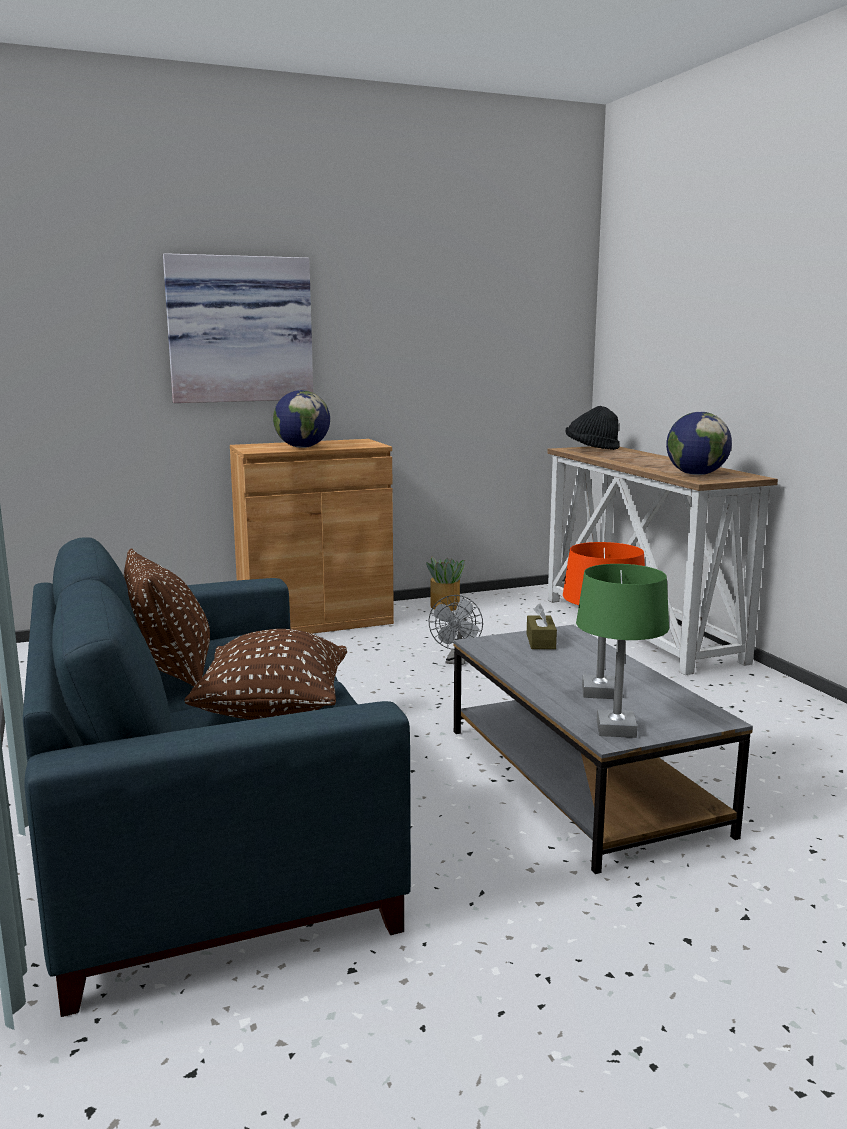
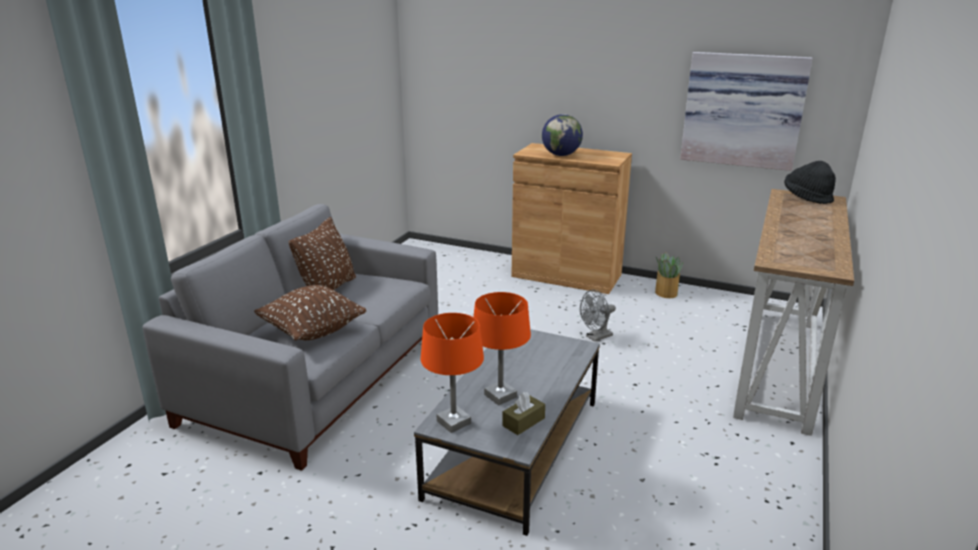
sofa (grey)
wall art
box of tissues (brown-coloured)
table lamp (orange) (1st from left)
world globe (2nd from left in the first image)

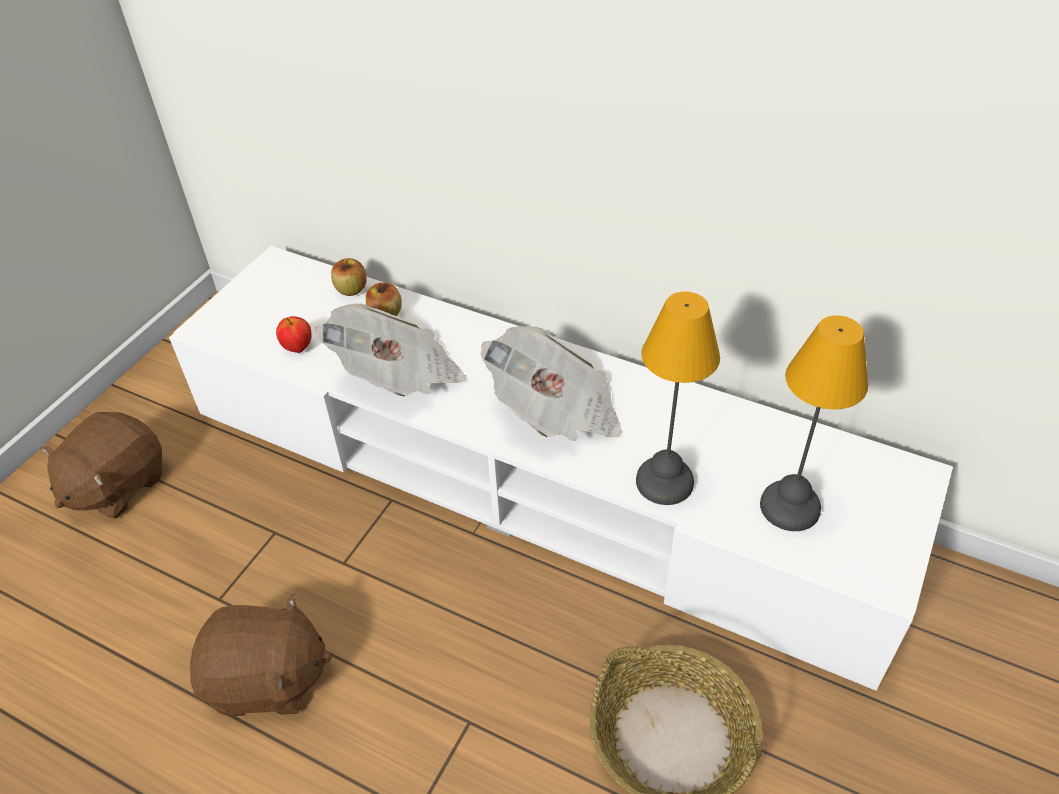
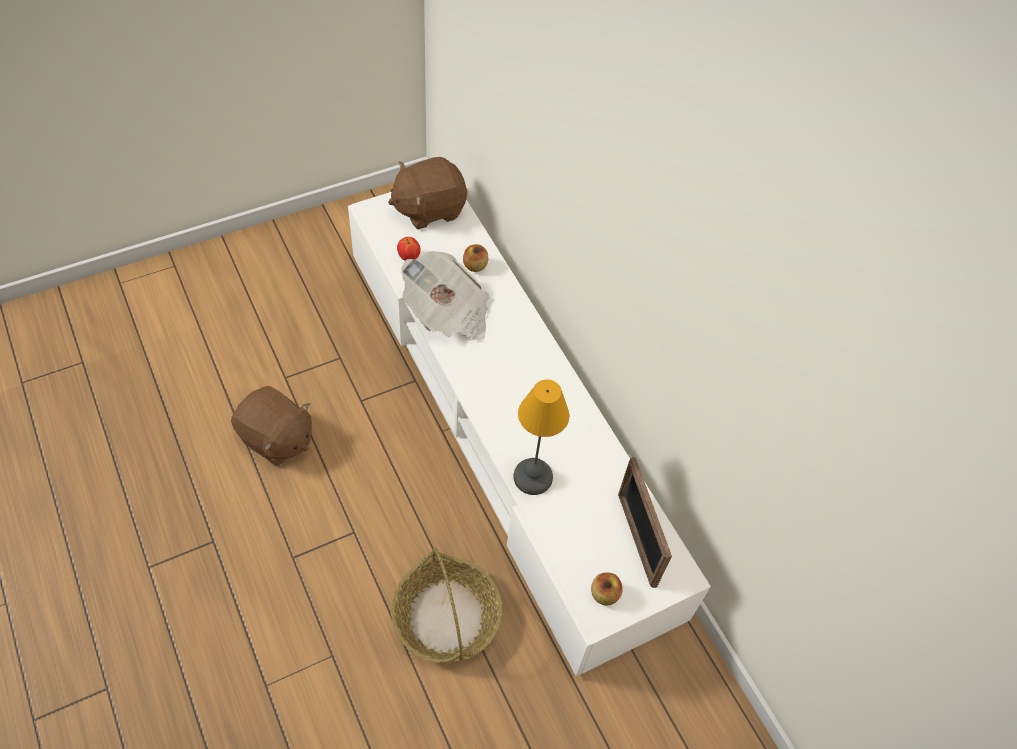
soft toy (brown-coloured) (2nd from left)
apple fruit (3rd from left)
newspaper (2nd from left in the first image)
table lamp (2nd from left in the first image)
picture frame

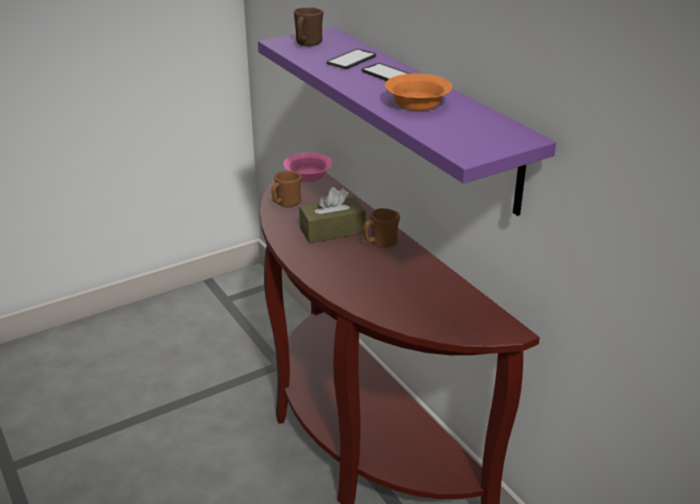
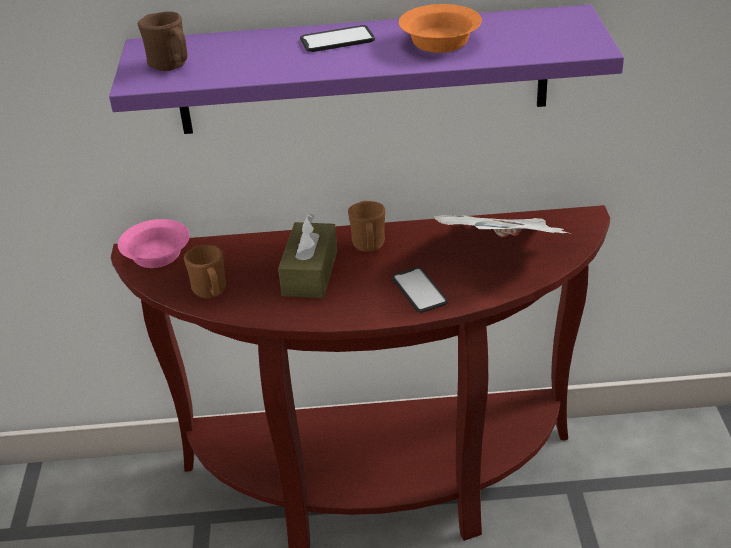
telephone (2nd from left)
newspaper

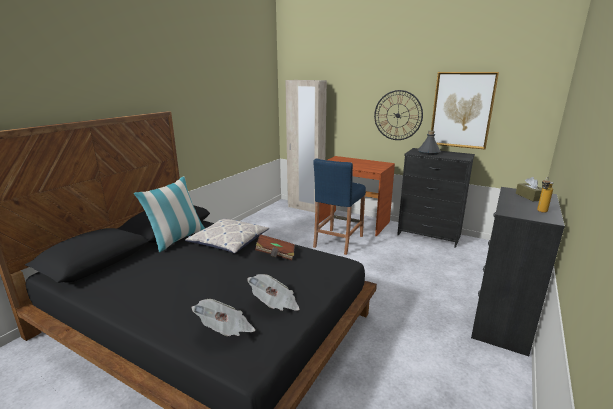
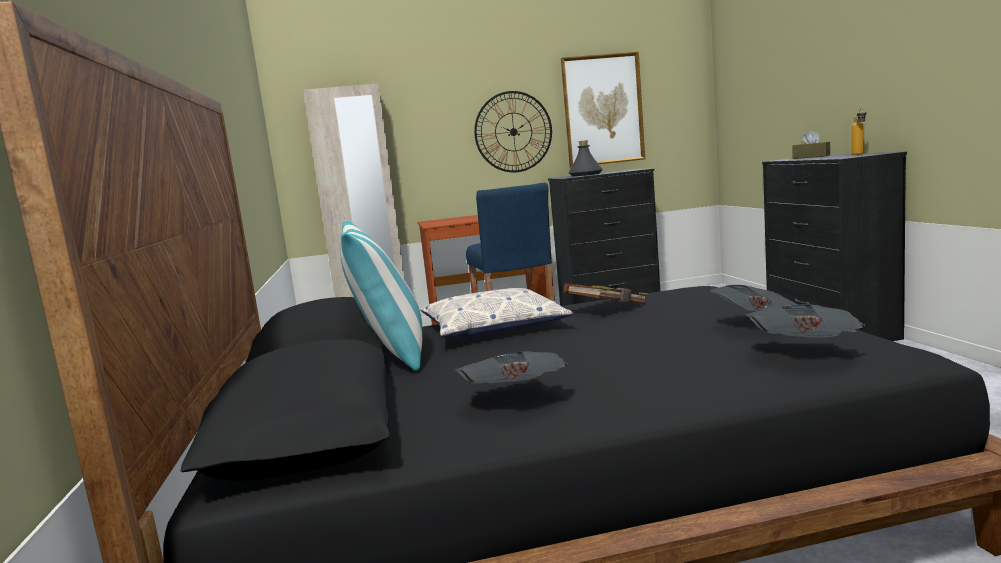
newspaper (1st from left)

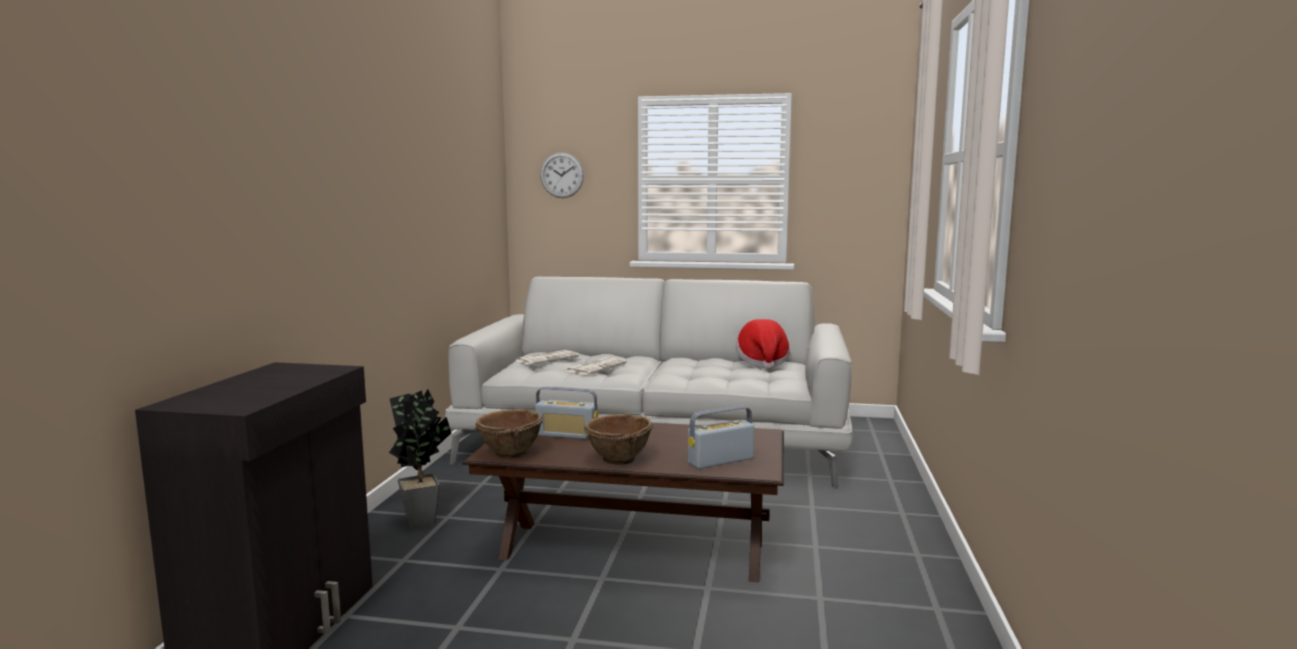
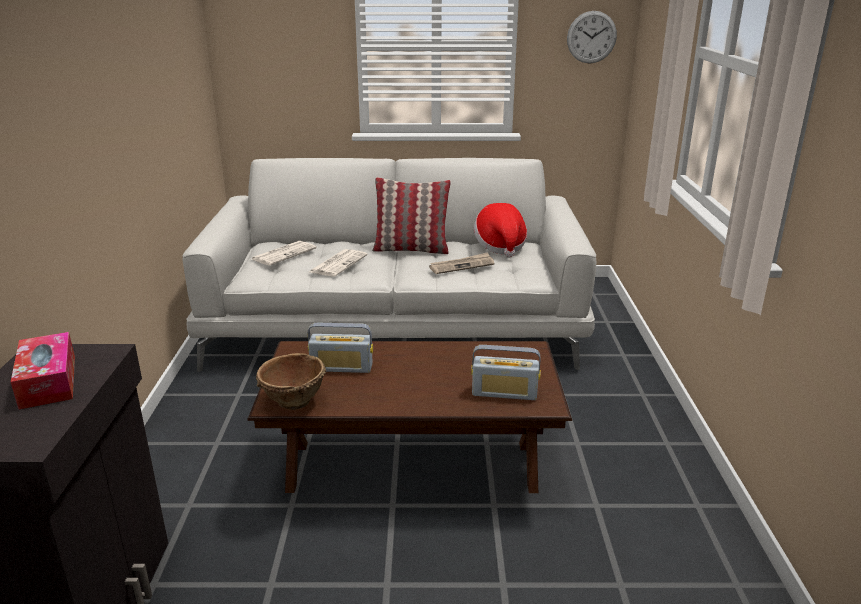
houseplant
hanging clock
deep dish (brown-coloured) (2nd from left in the first image)
radio (2nd from left)
box of tissues
throw pillow
newspaper (3rd from left)

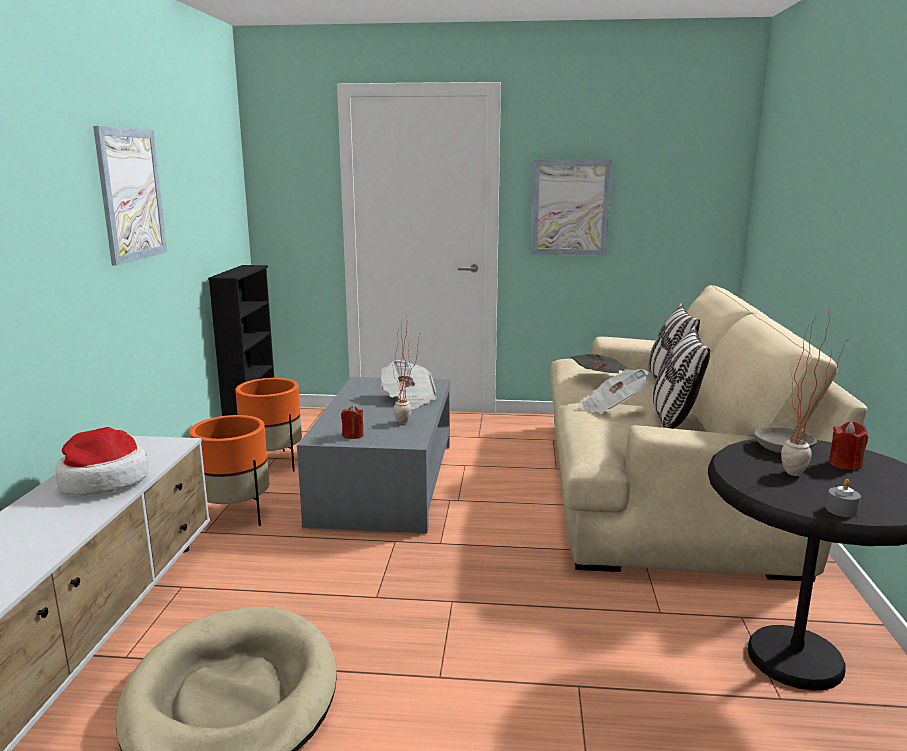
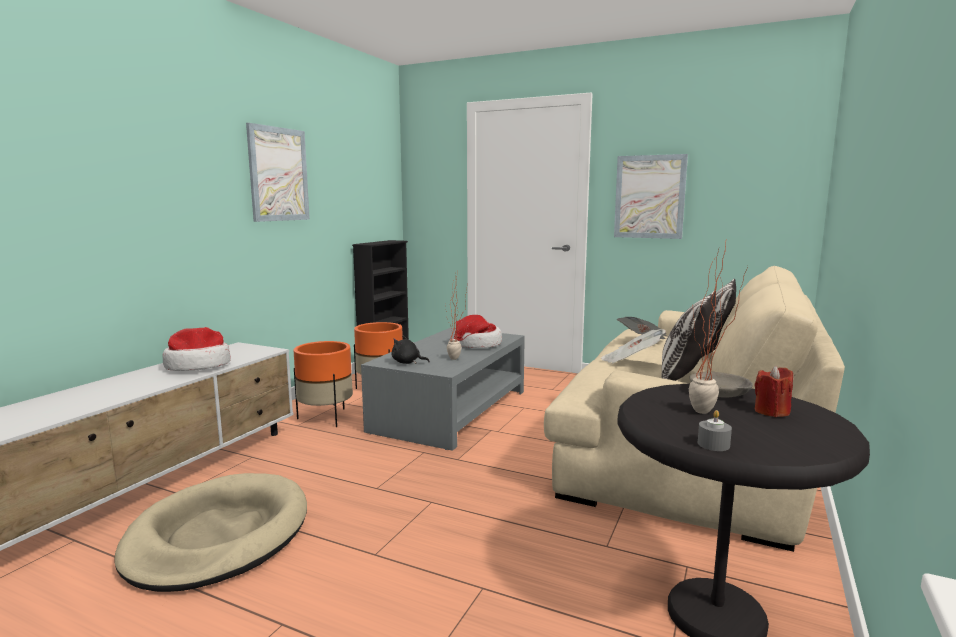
soft toy (black)
wearable hat (2nd from left)

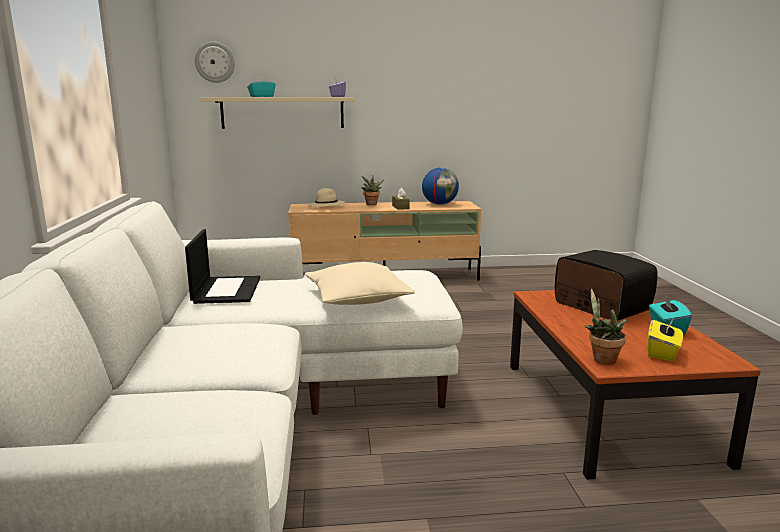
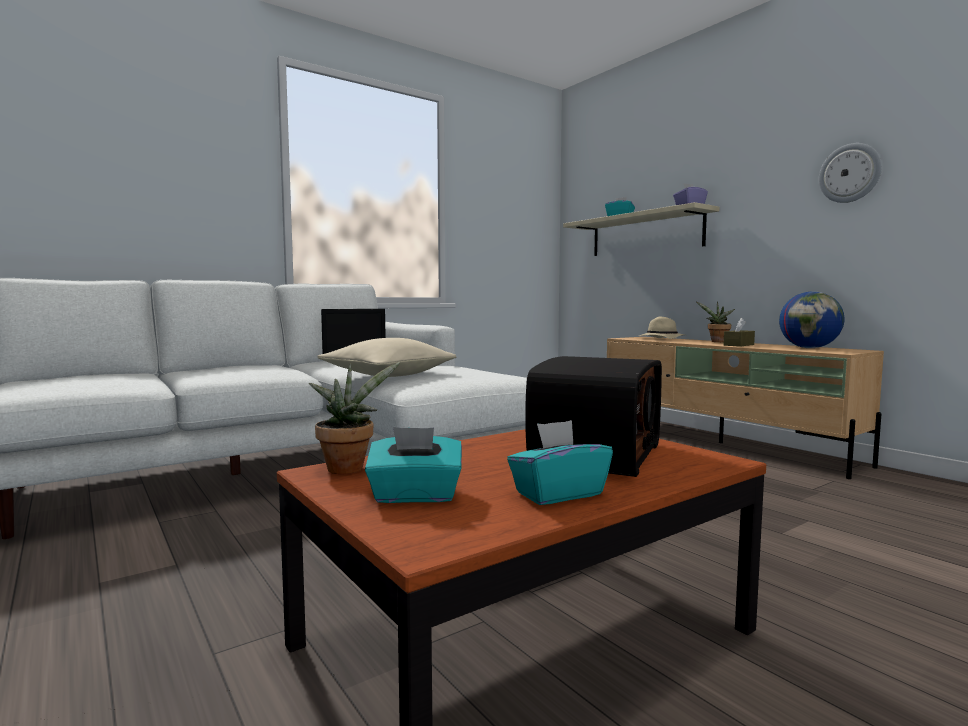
hanging clock
box of tissues (turquoise) (1st from left)

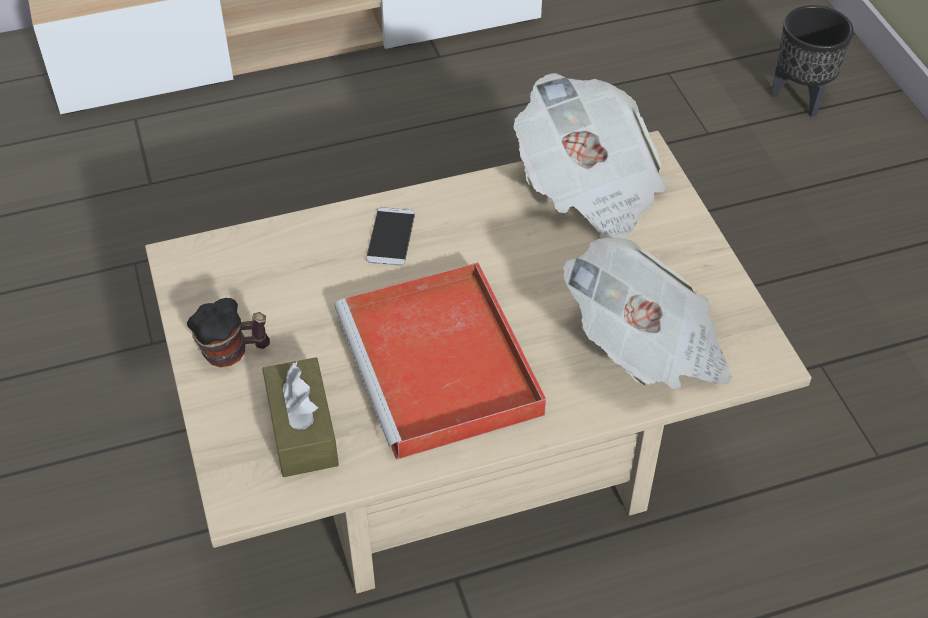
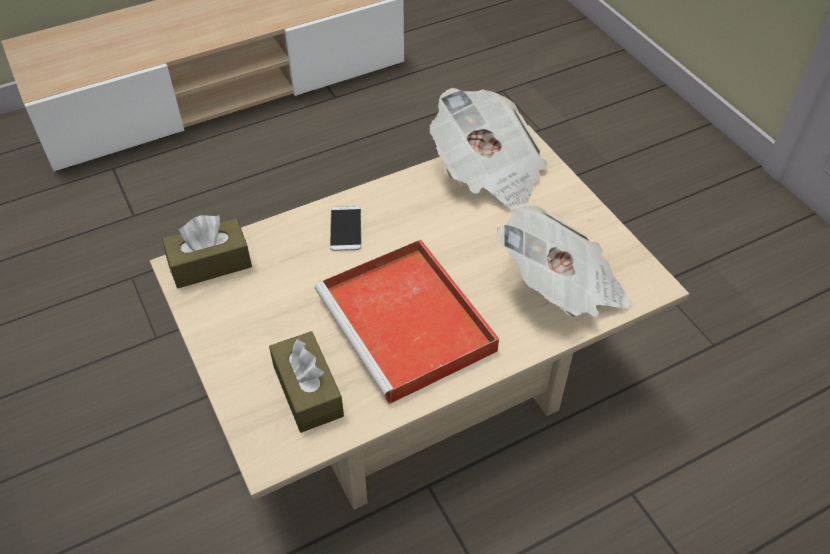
coffee mug
flower pot (black)
box of tissues (brown-coloured) (1st from left)

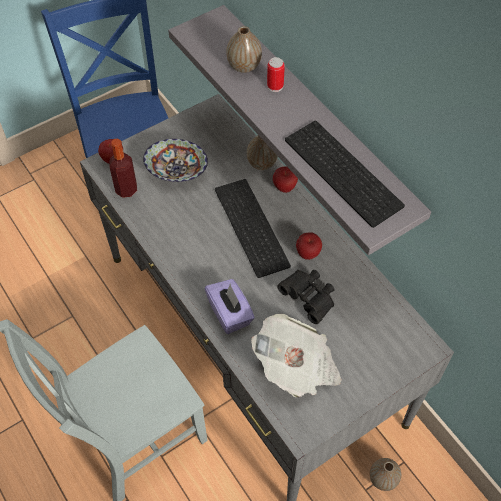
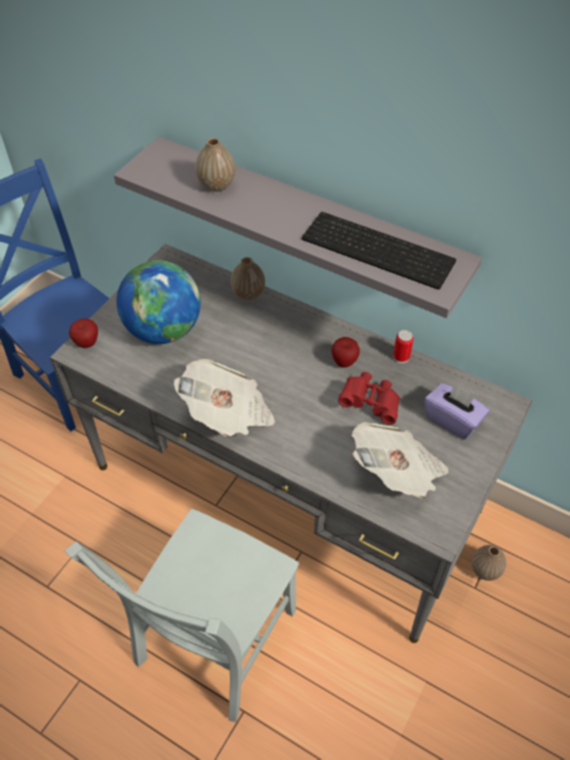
drink bottle
world globe
box of tissues (purple)
PC keyboard (1st from left in the first image)
can
apple fruit (2nd from left in the first image)
field glasses (reddish)
newspaper (1st from left)

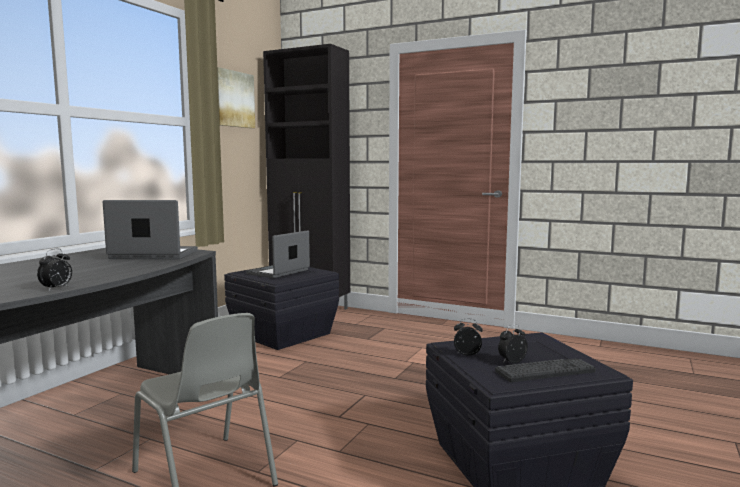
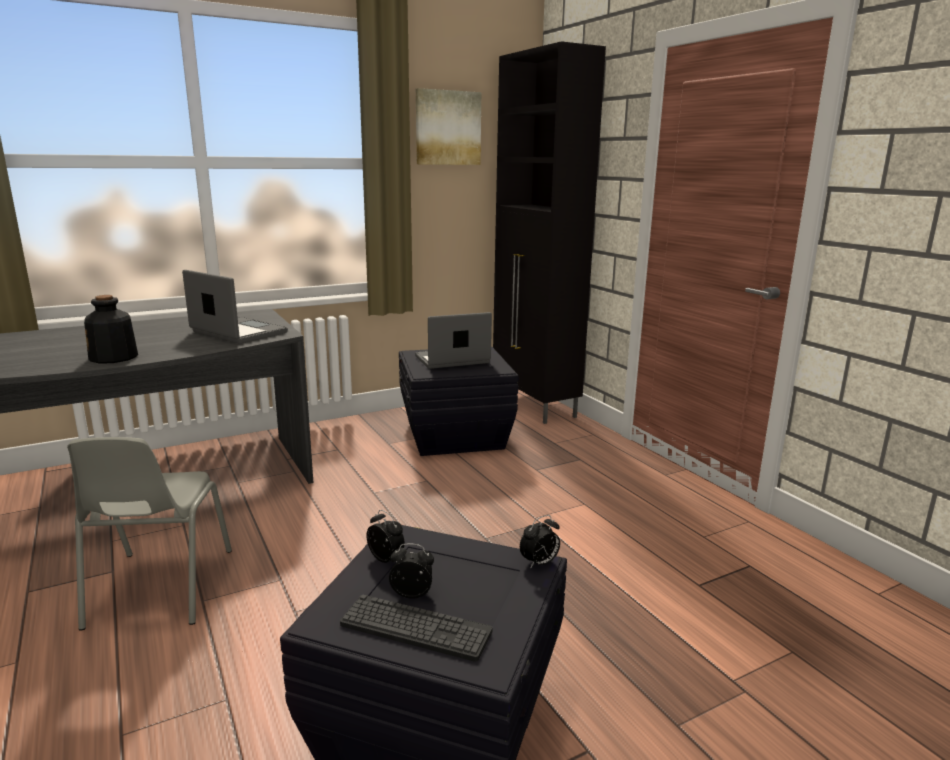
table clock (3rd from left)
drink bottle

